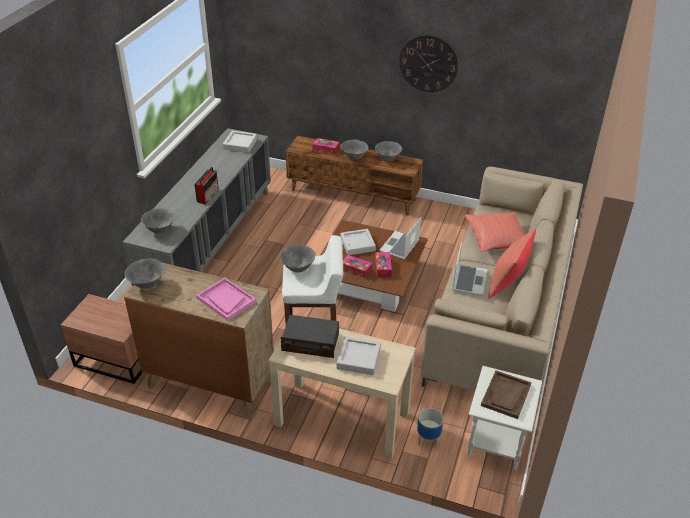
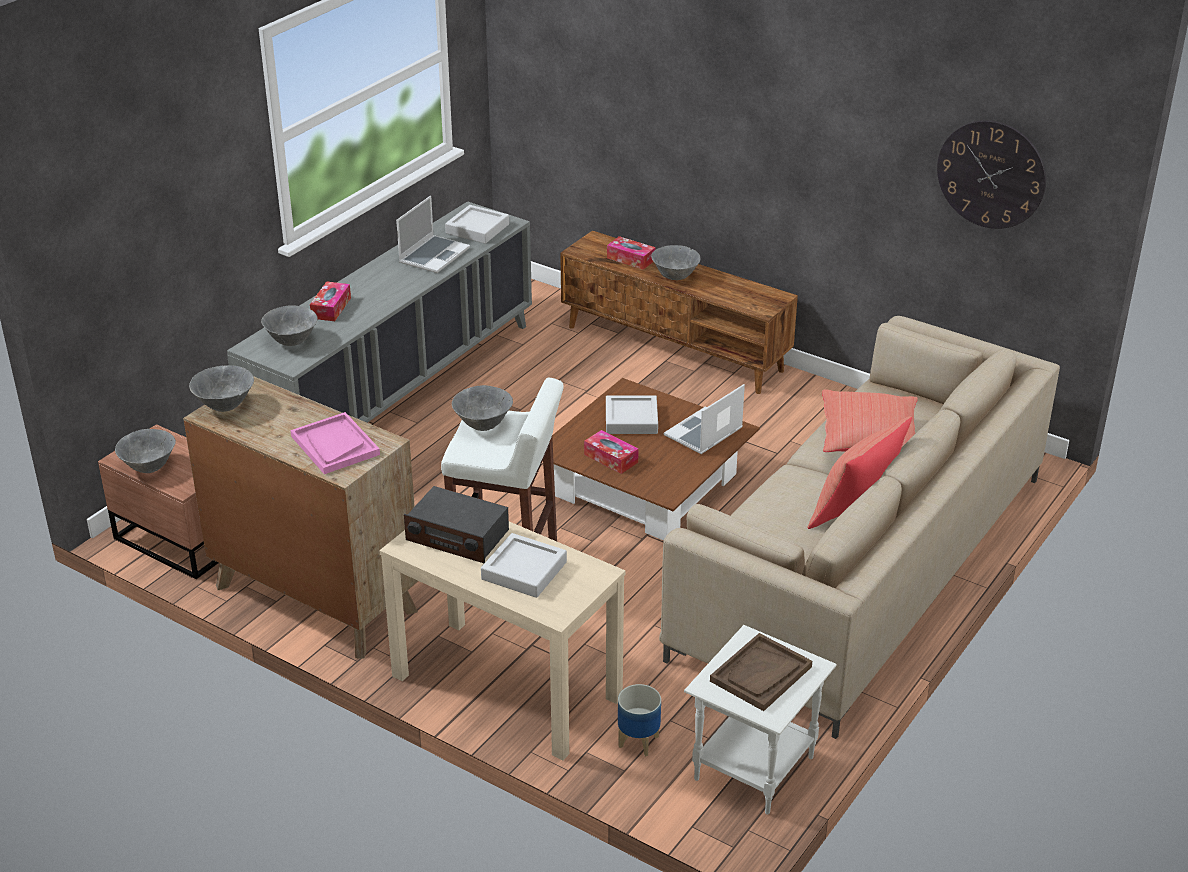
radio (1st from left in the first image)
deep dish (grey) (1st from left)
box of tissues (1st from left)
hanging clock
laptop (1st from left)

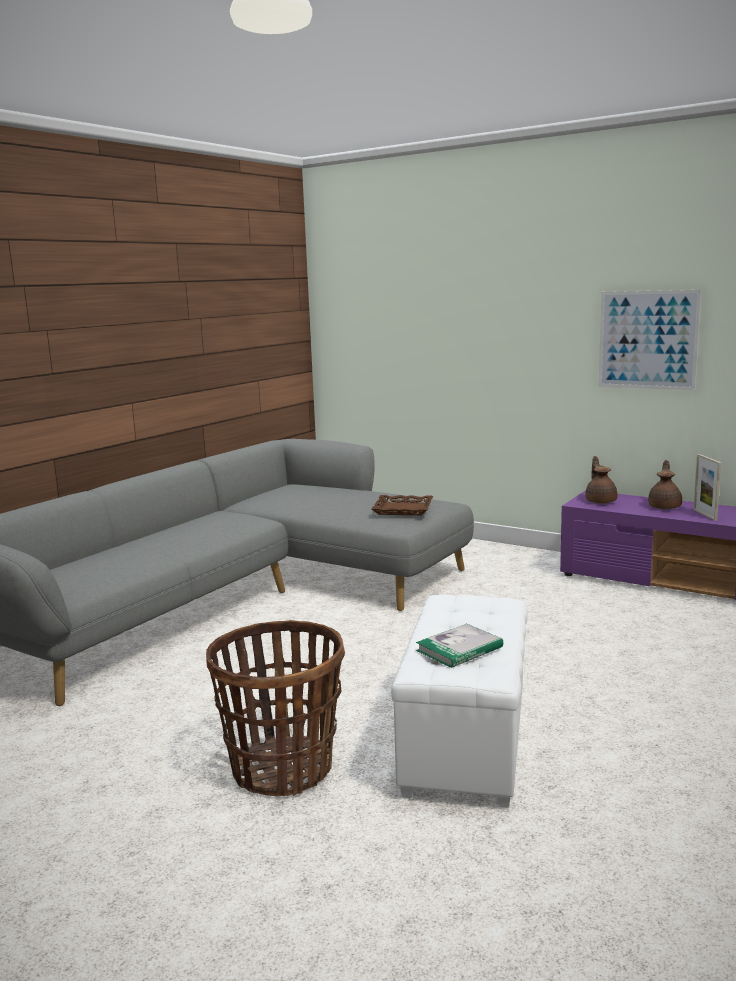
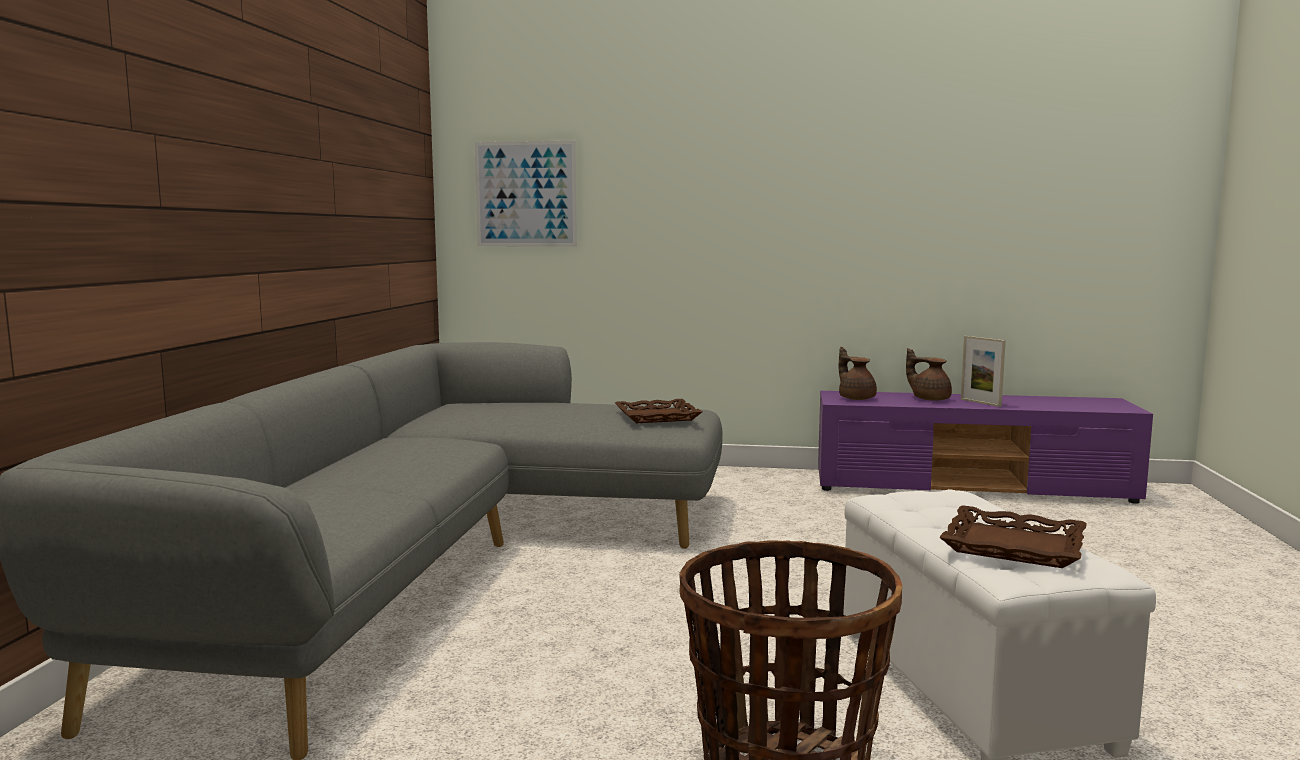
carrying tray (brown-coloured) (2nd from left)
wall art
pot for tea (brown-coloured) (2nd from left)

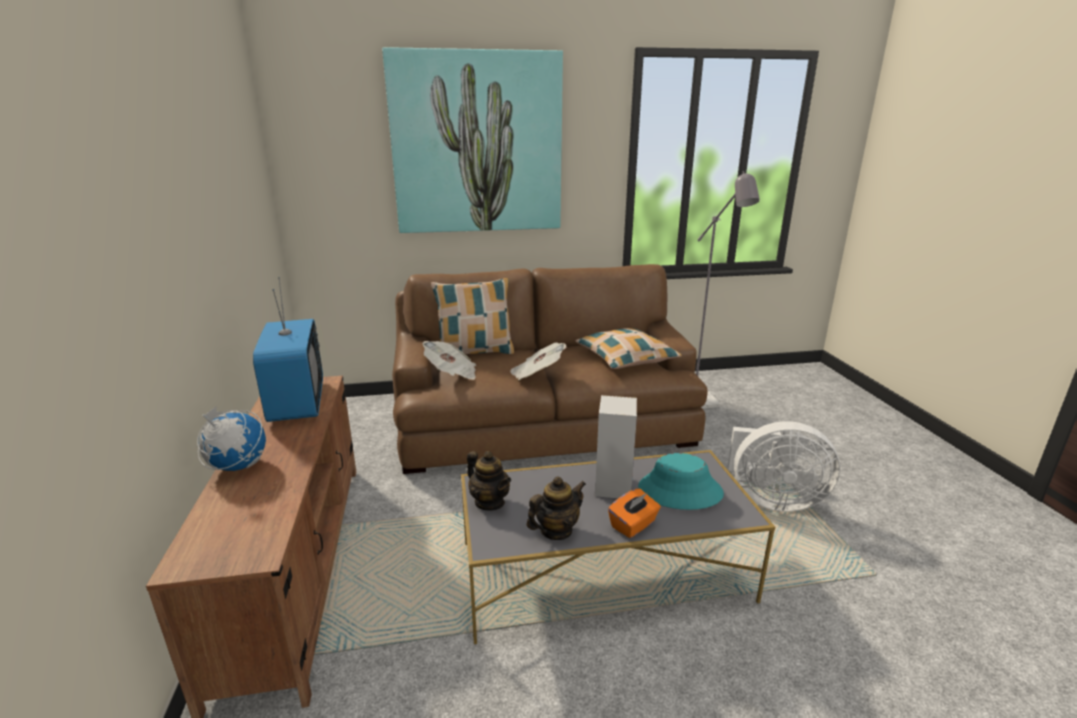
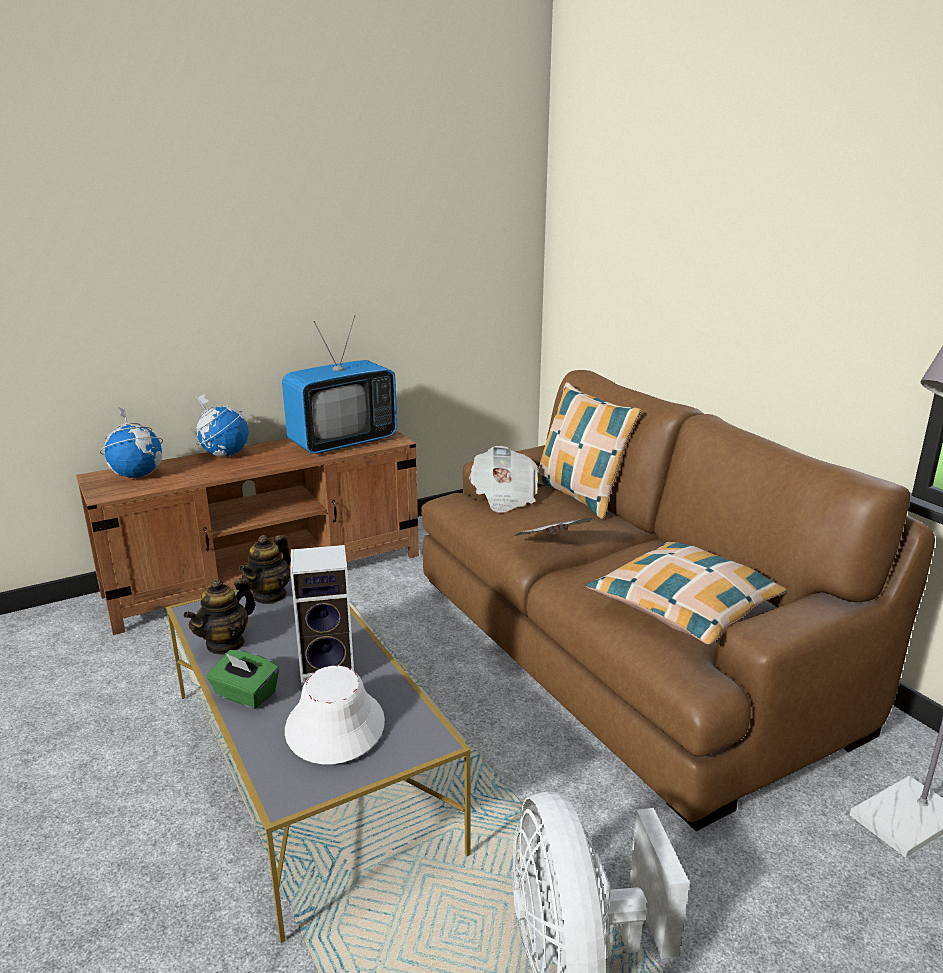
wall art
pot for tea (1st from left)
box of tissues (greenish)
wearable hat (white)
world globe (1st from left)

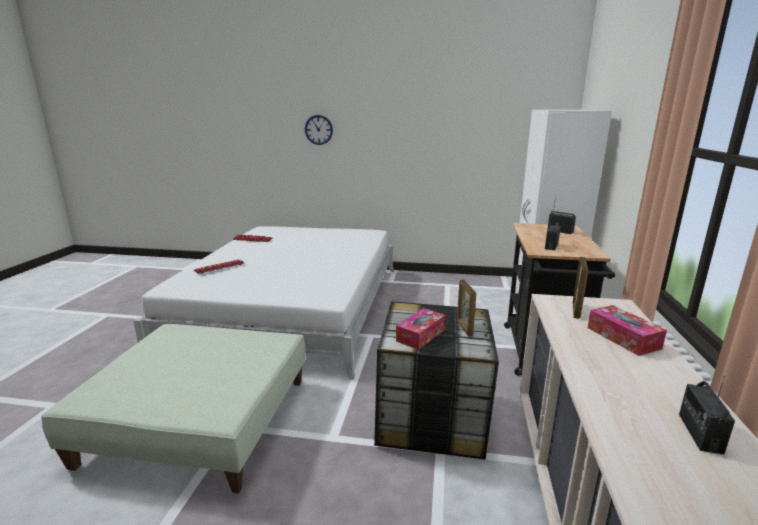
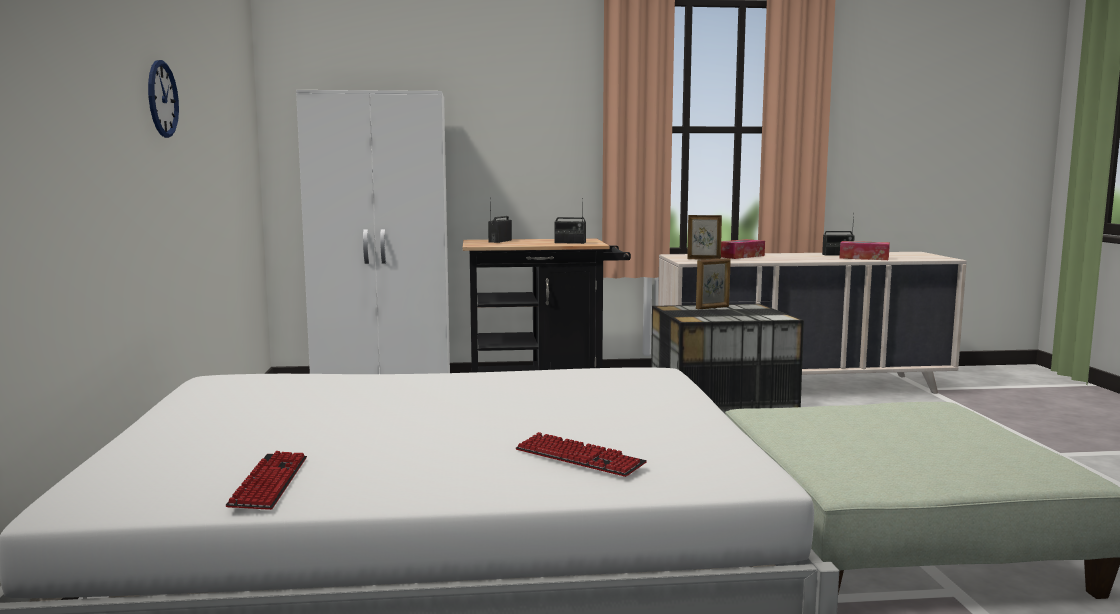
hanging clock
box of tissues (2nd from left)

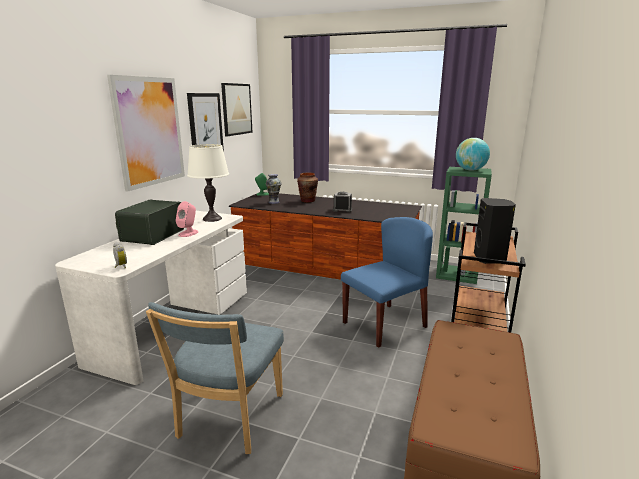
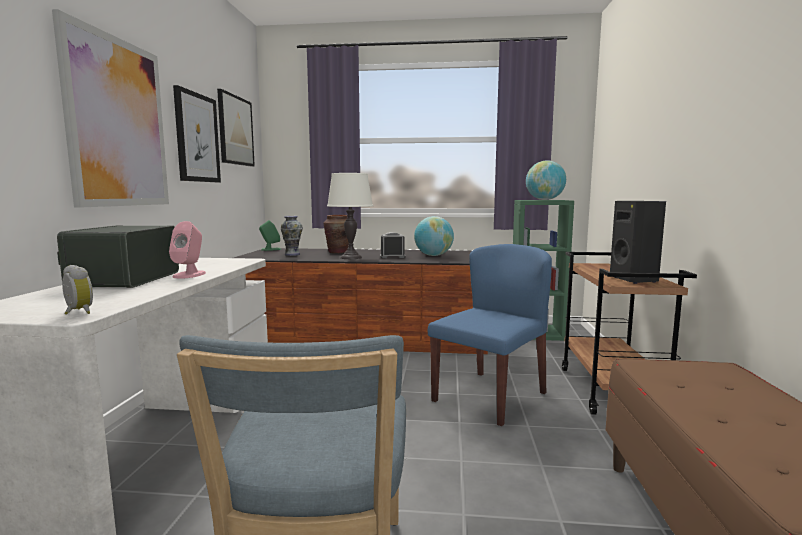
table lamp (white)
world globe (1st from left)

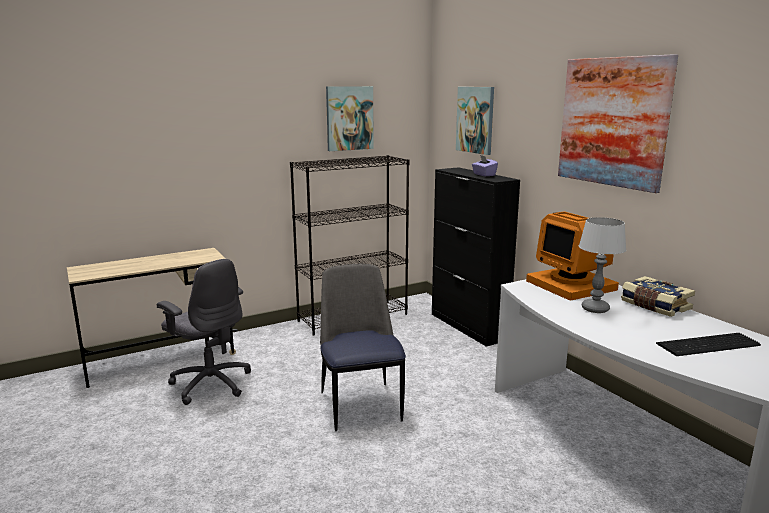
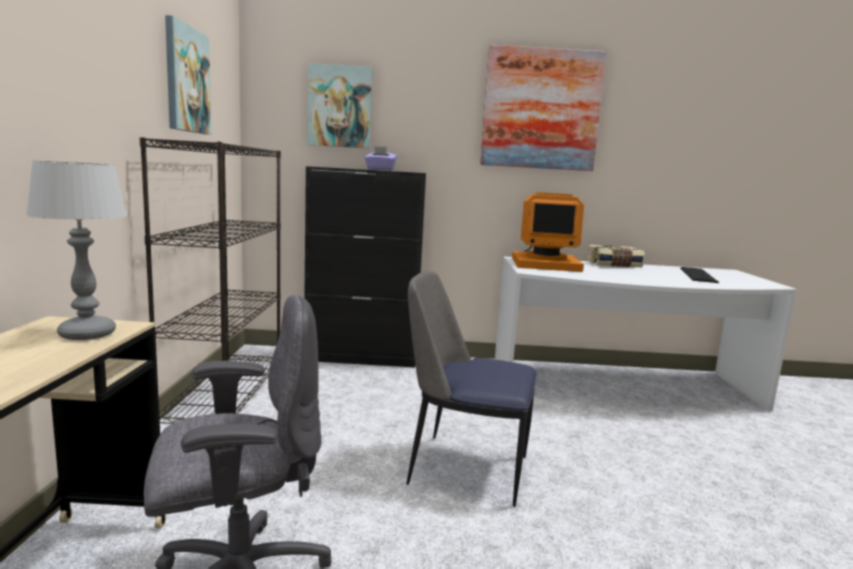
table lamp

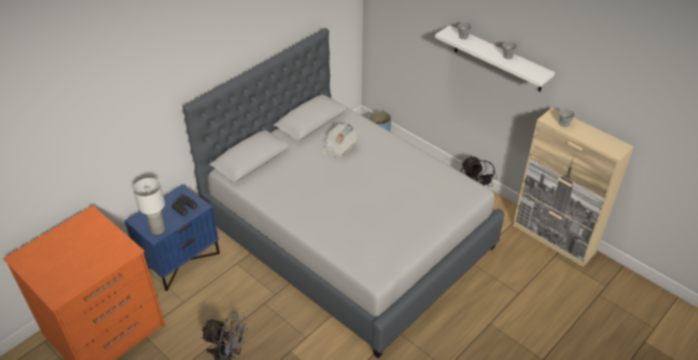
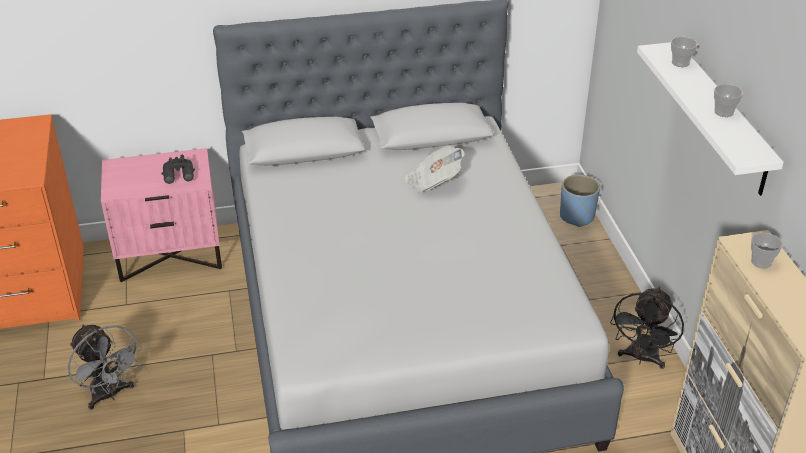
night table (pinkish)
table lamp (white)

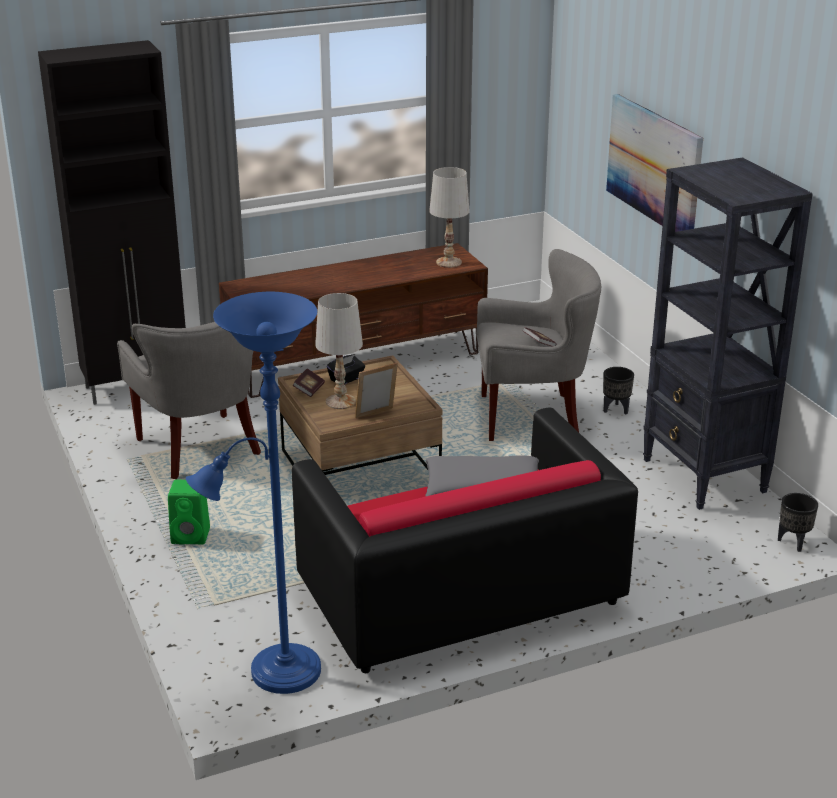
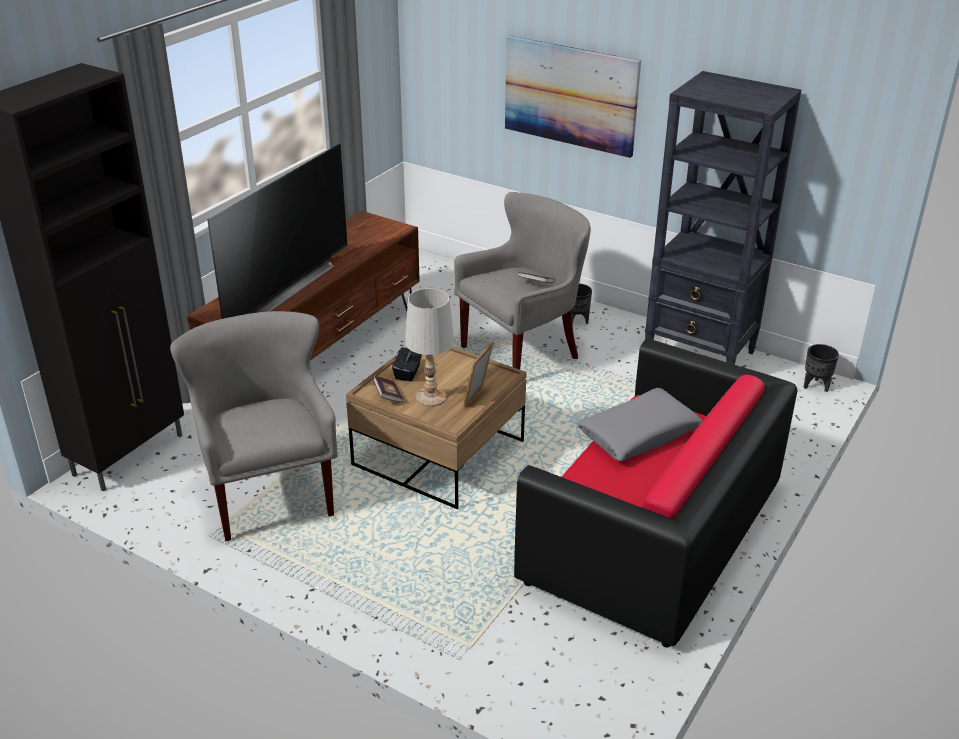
lounge chair (grey) (1st from left)
audio speaker (greenish)
floor lamp (blue-coloured)
table lamp (white) (2nd from left in the first image)
television

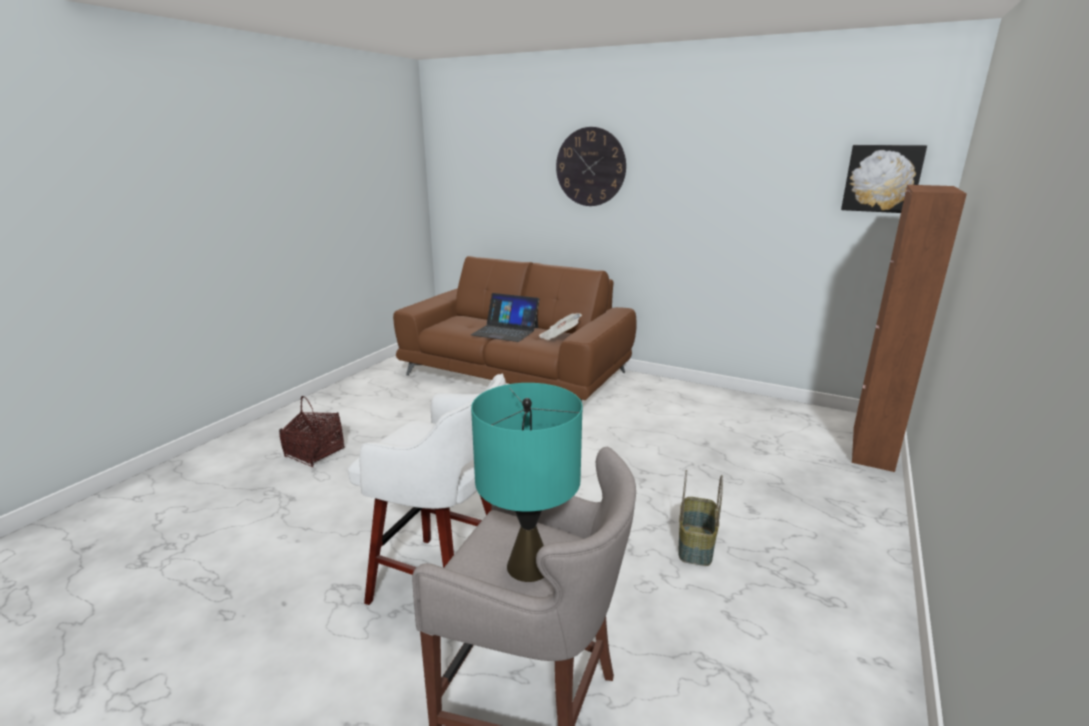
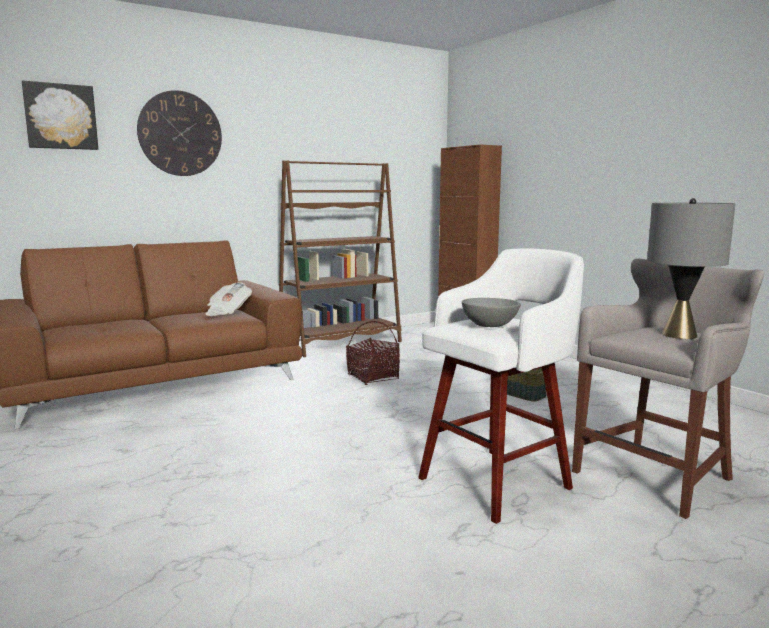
storage basket (1st from left)
laptop
table lamp (grey)
wall art
bookshelf (brown-coloured)
deep dish (grey)

